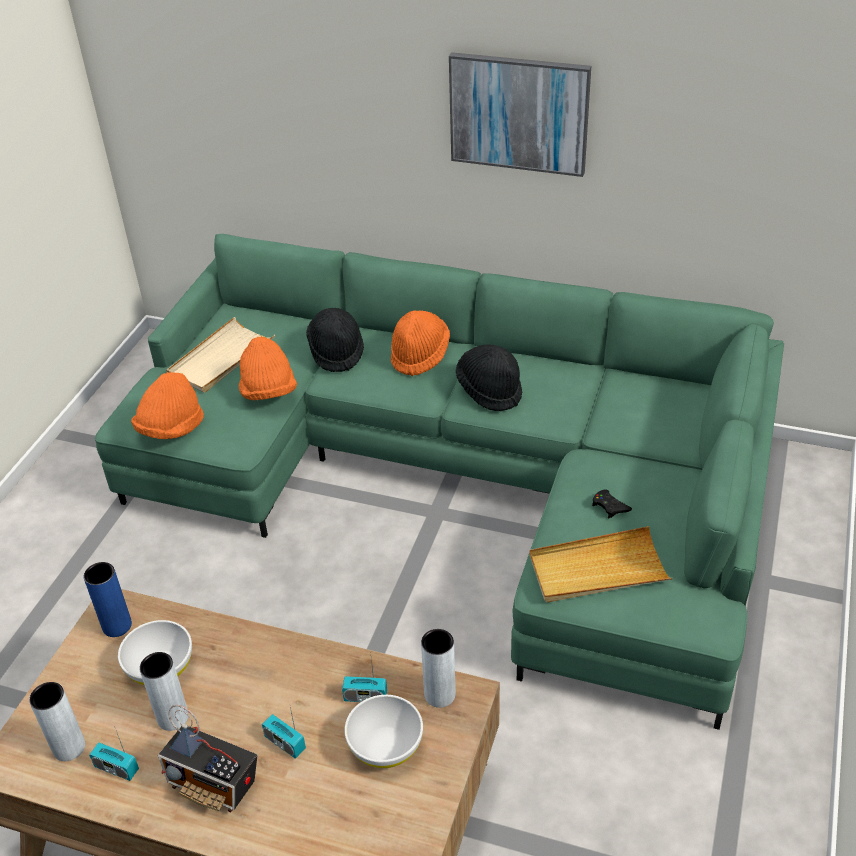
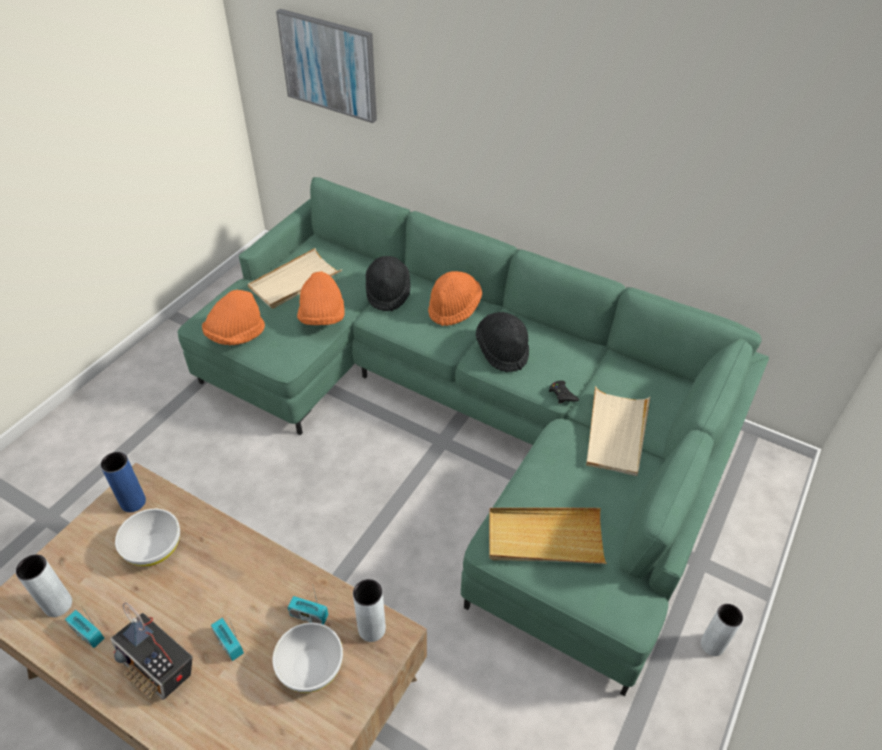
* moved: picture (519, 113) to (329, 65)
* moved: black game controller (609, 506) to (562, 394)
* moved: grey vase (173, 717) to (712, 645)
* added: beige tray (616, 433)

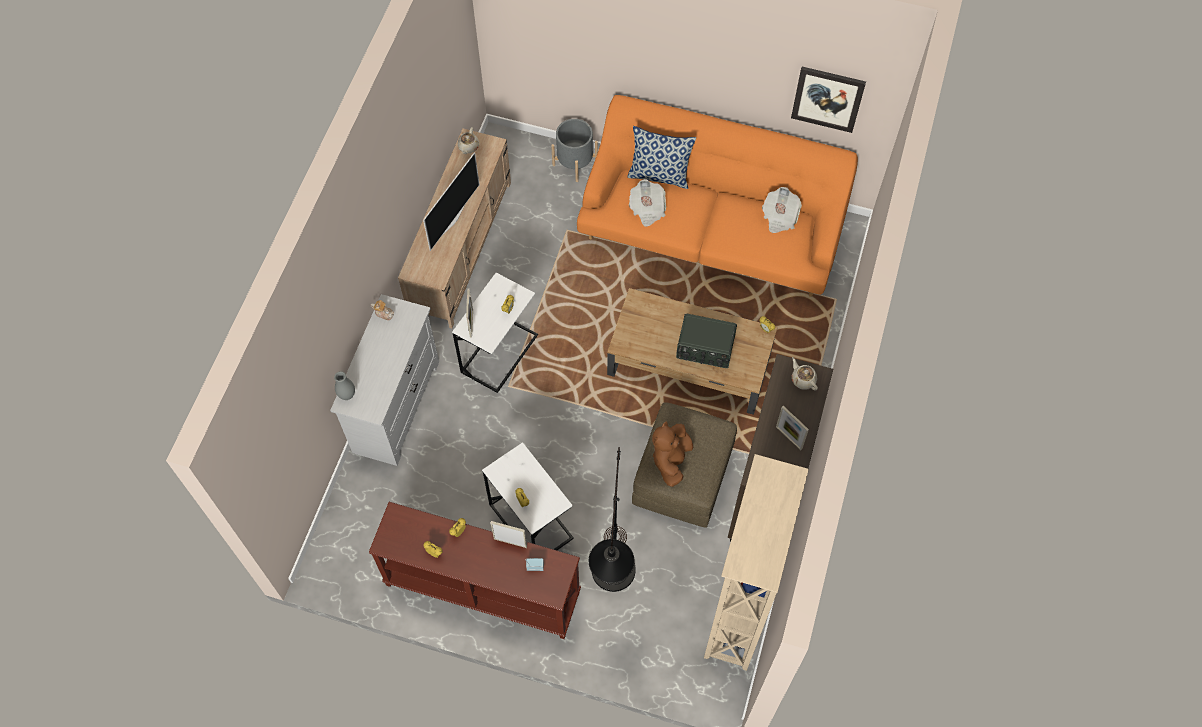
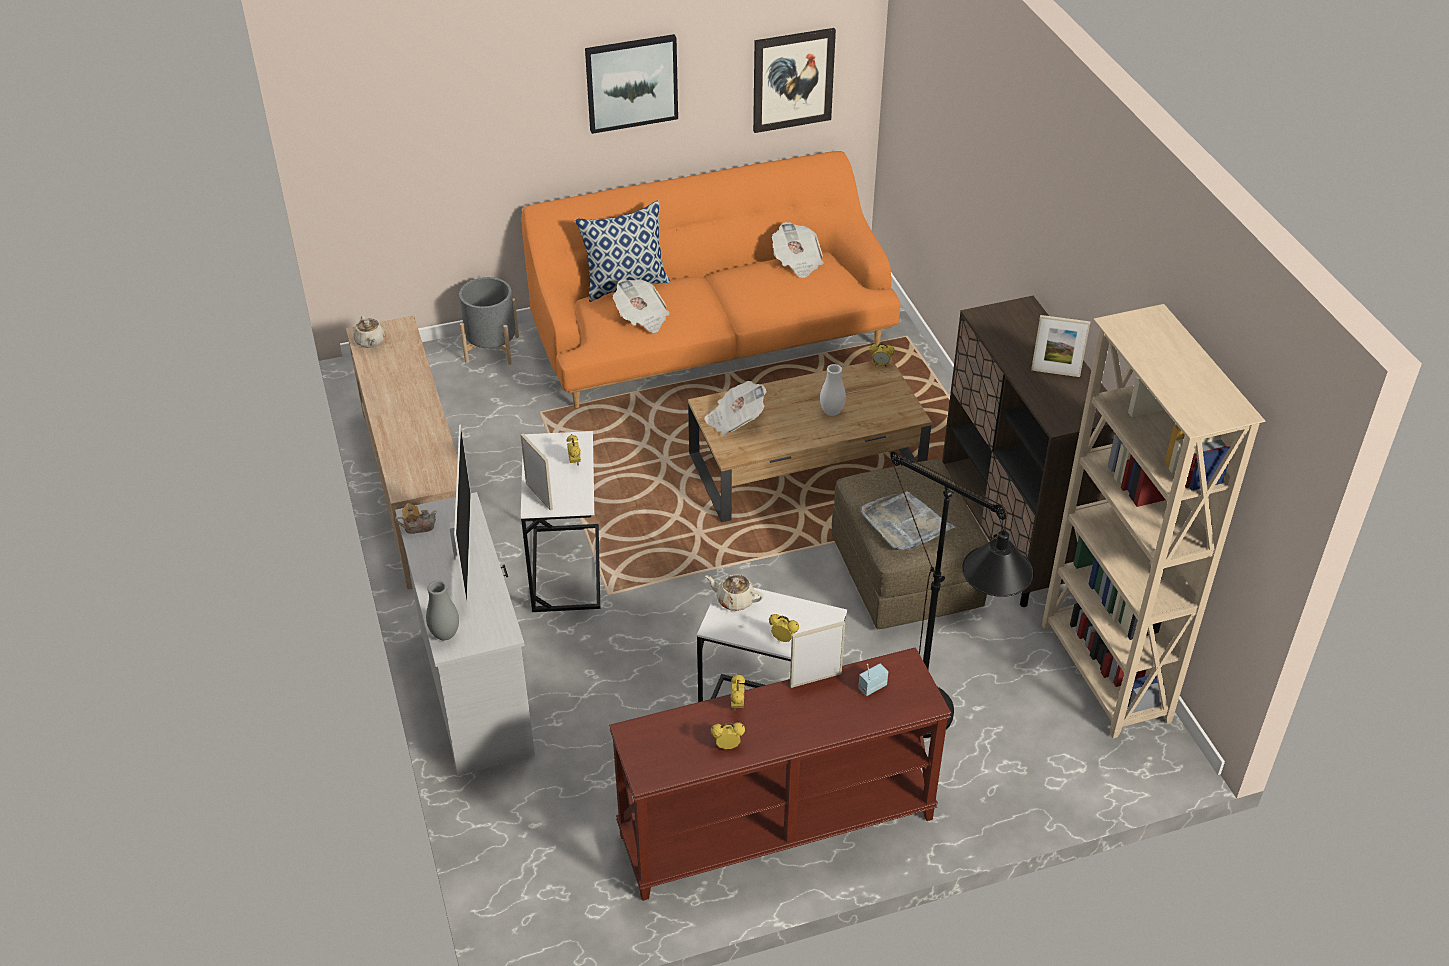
* moved: television (452, 220) to (462, 557)
* replaced: radio (705, 349) to white vase (832, 412)
* moved: beige teapot (803, 379) to (734, 600)
* replaced: brown plush toy (671, 460) to grey tray (905, 524)
* added: picture (631, 82)
* added: newspaper (735, 420)

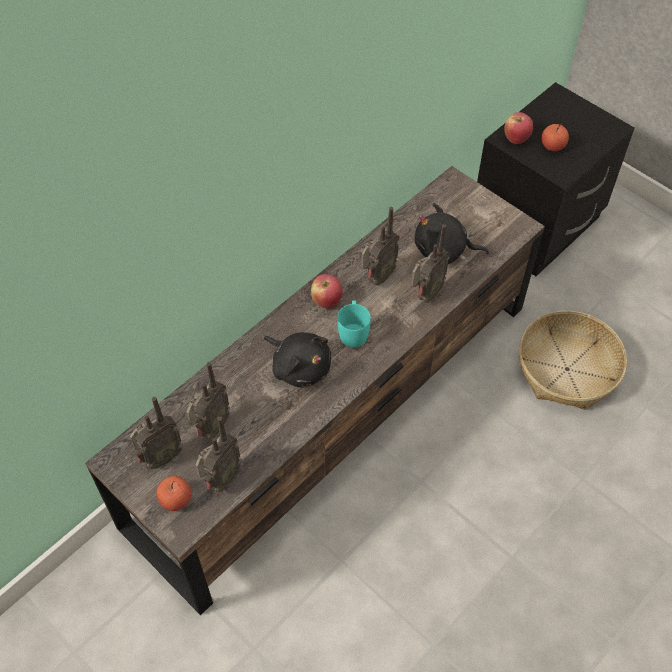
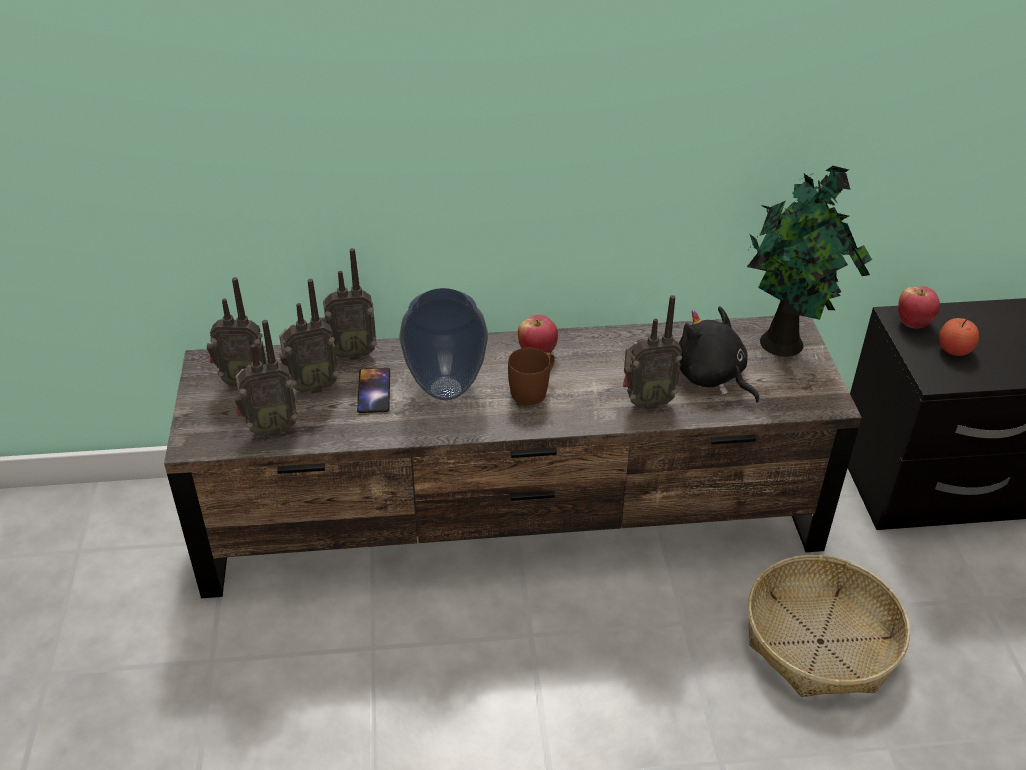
* moved: radio (377, 277) to (351, 353)
* recoloured: turquoise mug (353, 331) to brown mug (533, 390)
* replaced: black plush toy (299, 367) to vase (447, 388)
* removed: apple (176, 499)
* added: potted plant (785, 344)
* added: phone (374, 391)

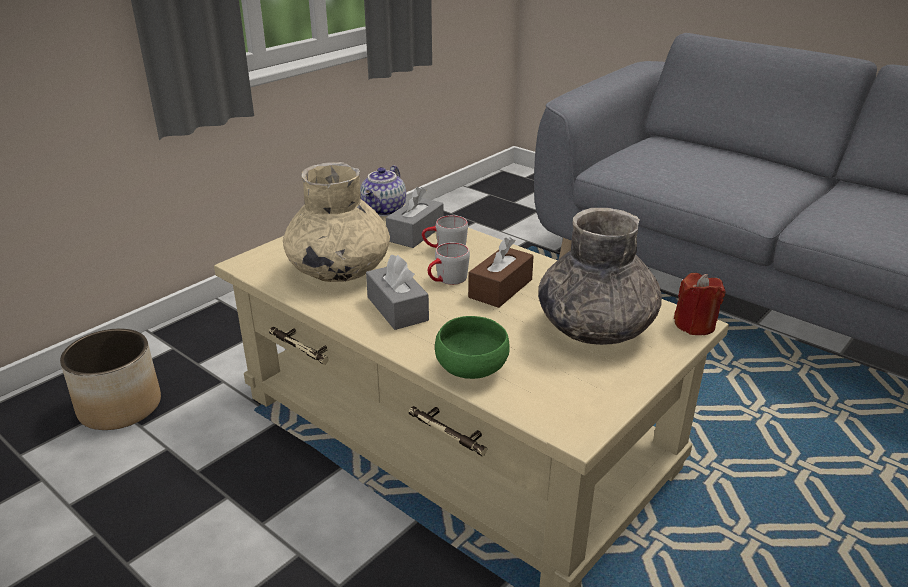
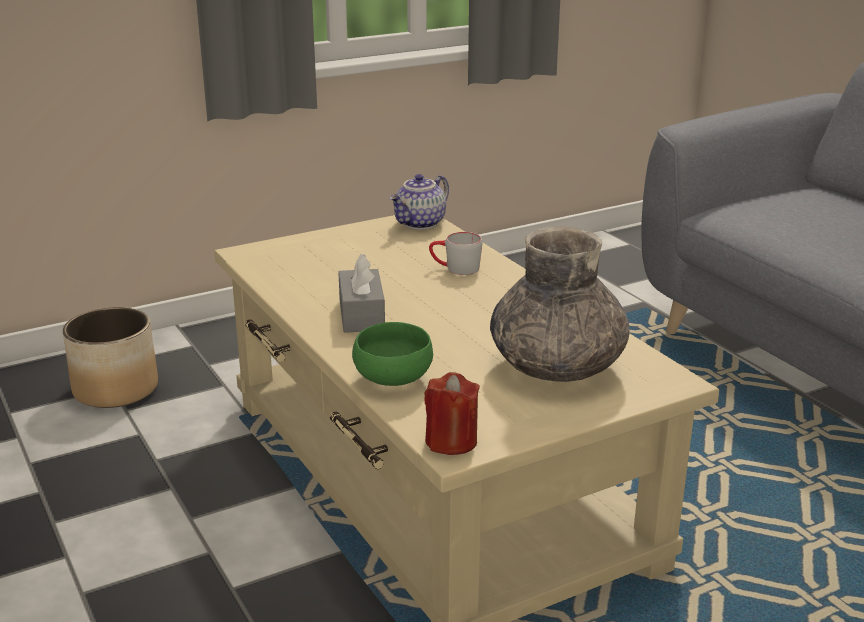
* removed: beige vase (338, 270)
* removed: grey tissue box (415, 233)
* removed: brown tissue box (500, 288)
* removed: grey mug (447, 280)
* moved: red candle (694, 325) to (451, 441)

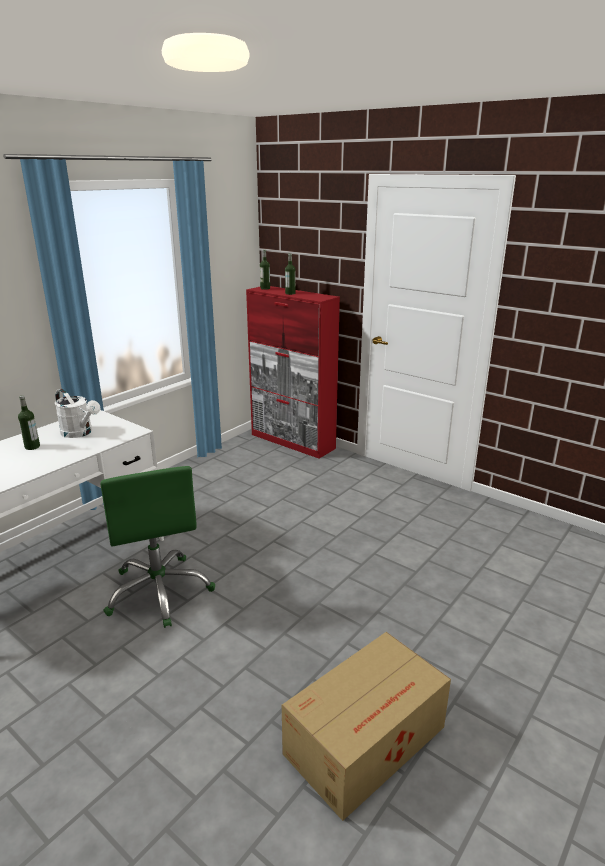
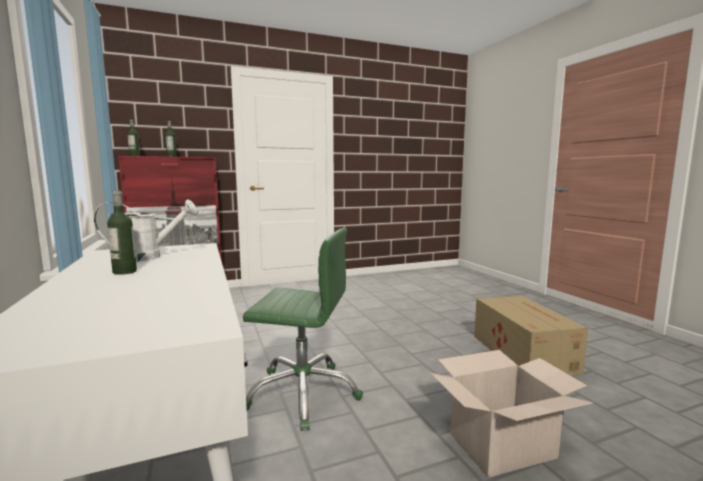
* added: cardboard box (502, 446)

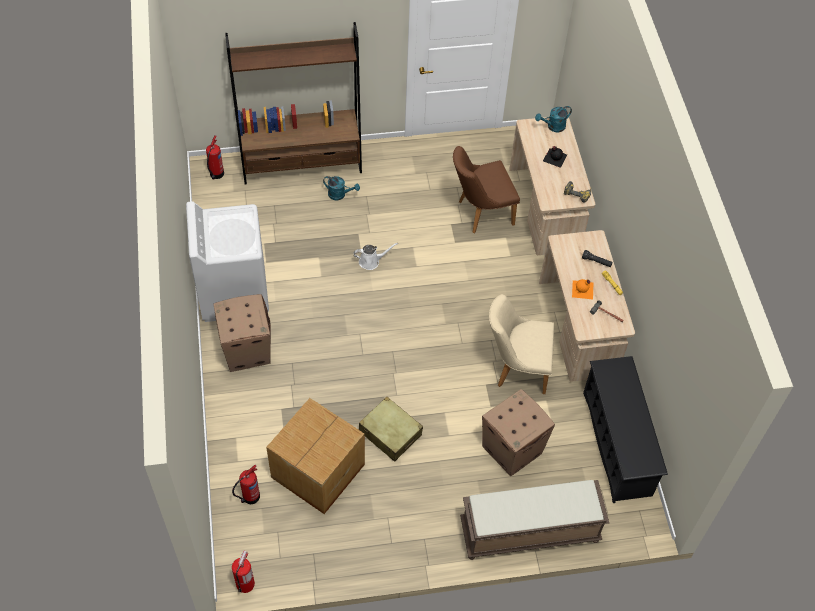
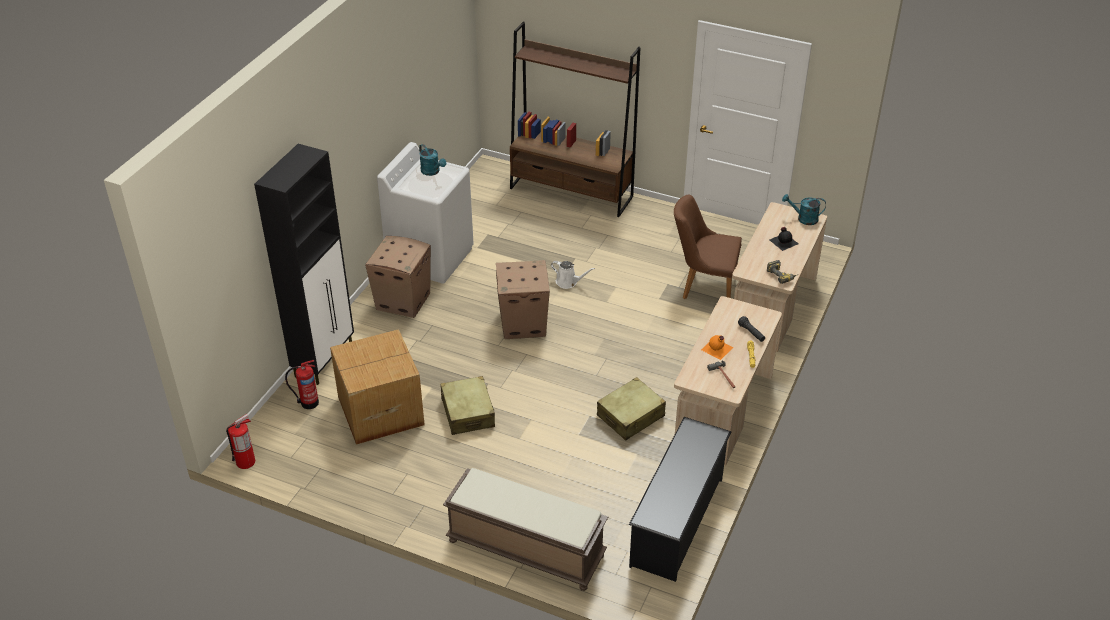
* removed: fire extinguisher (216, 174)
* moved: turquoise watering can (340, 194) to (432, 172)
* replaced: beige chair (516, 368) to beige suitcase (631, 416)
* moved: cardboard box (512, 449) to (524, 324)
* added: black cabinet (324, 359)

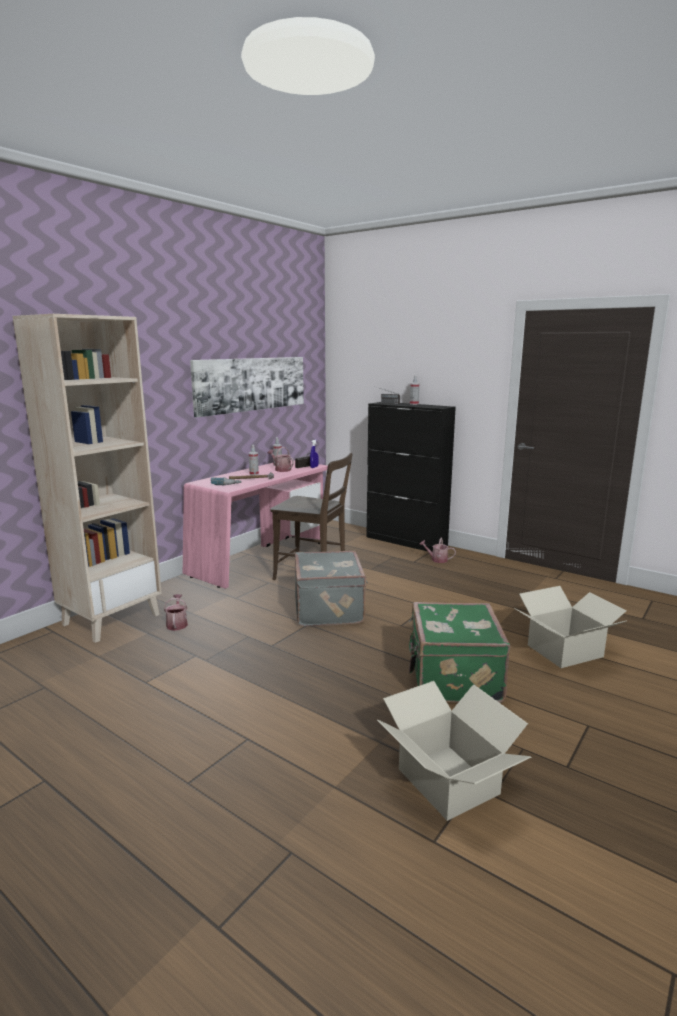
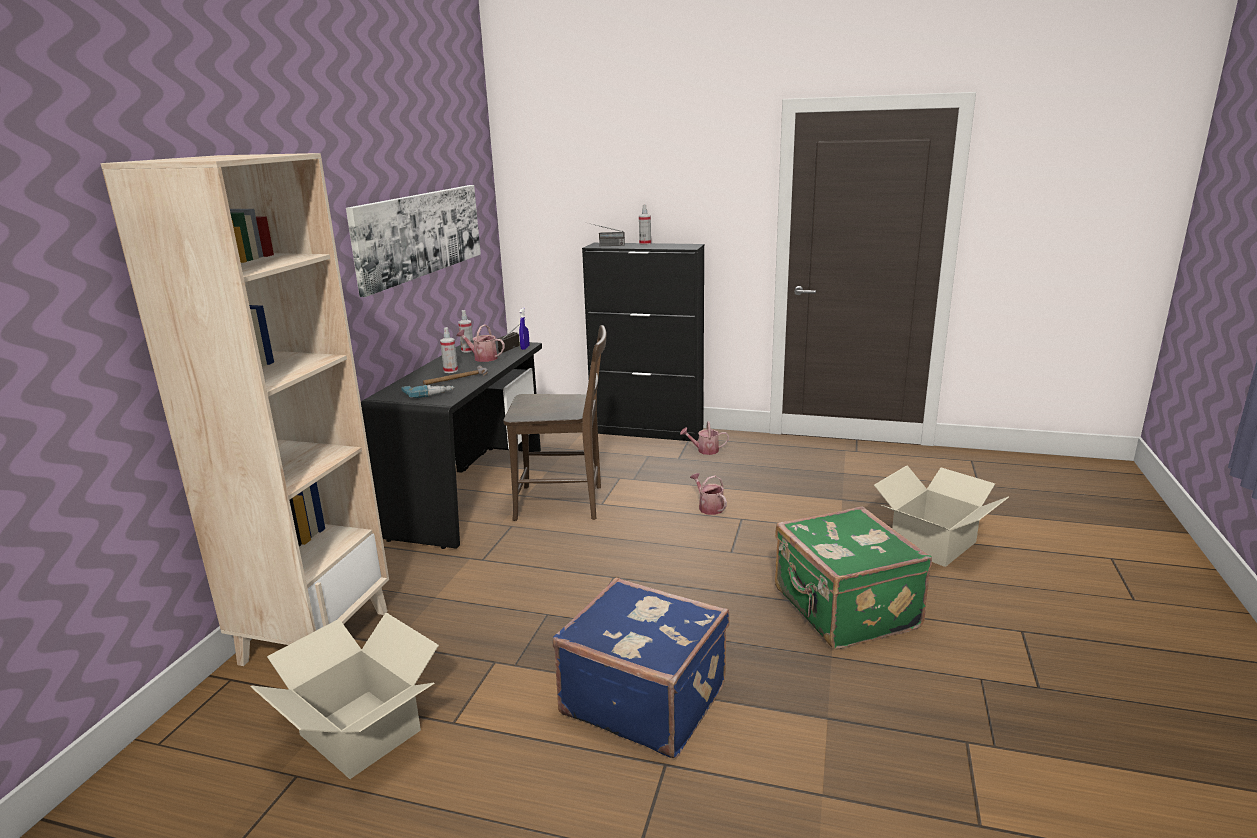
* recoloured: pink desk (261, 558) to black desk (470, 491)
* removed: grey suitcase (330, 609)
* moved: watering can (177, 624) to (708, 507)
* moved: cardboard box (448, 780) to (361, 731)
* added: blue suitcase (644, 698)

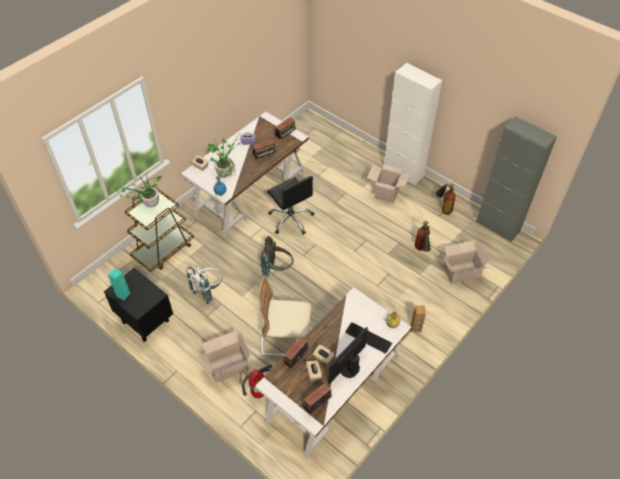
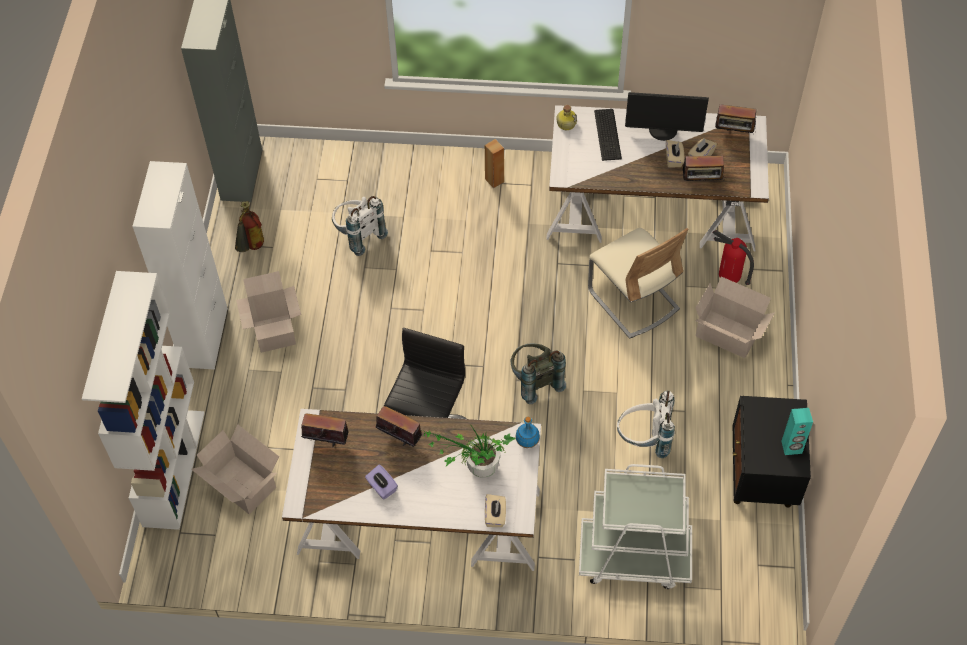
* removed: potted plant (148, 205)
* recoloured: brown cart (164, 250) to white cart (634, 557)
* replaced: fire extinguisher (421, 250) to white backpack (358, 236)
* moved: cardboard box (460, 272) to (243, 486)
* added: white bookcase (173, 467)

